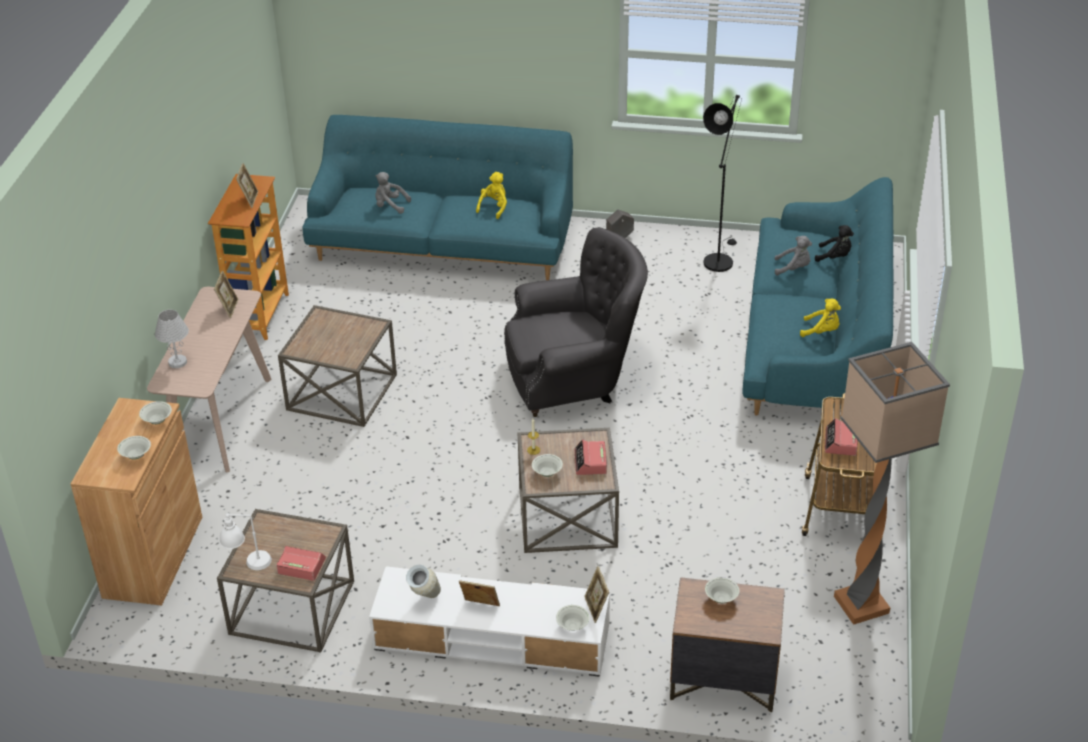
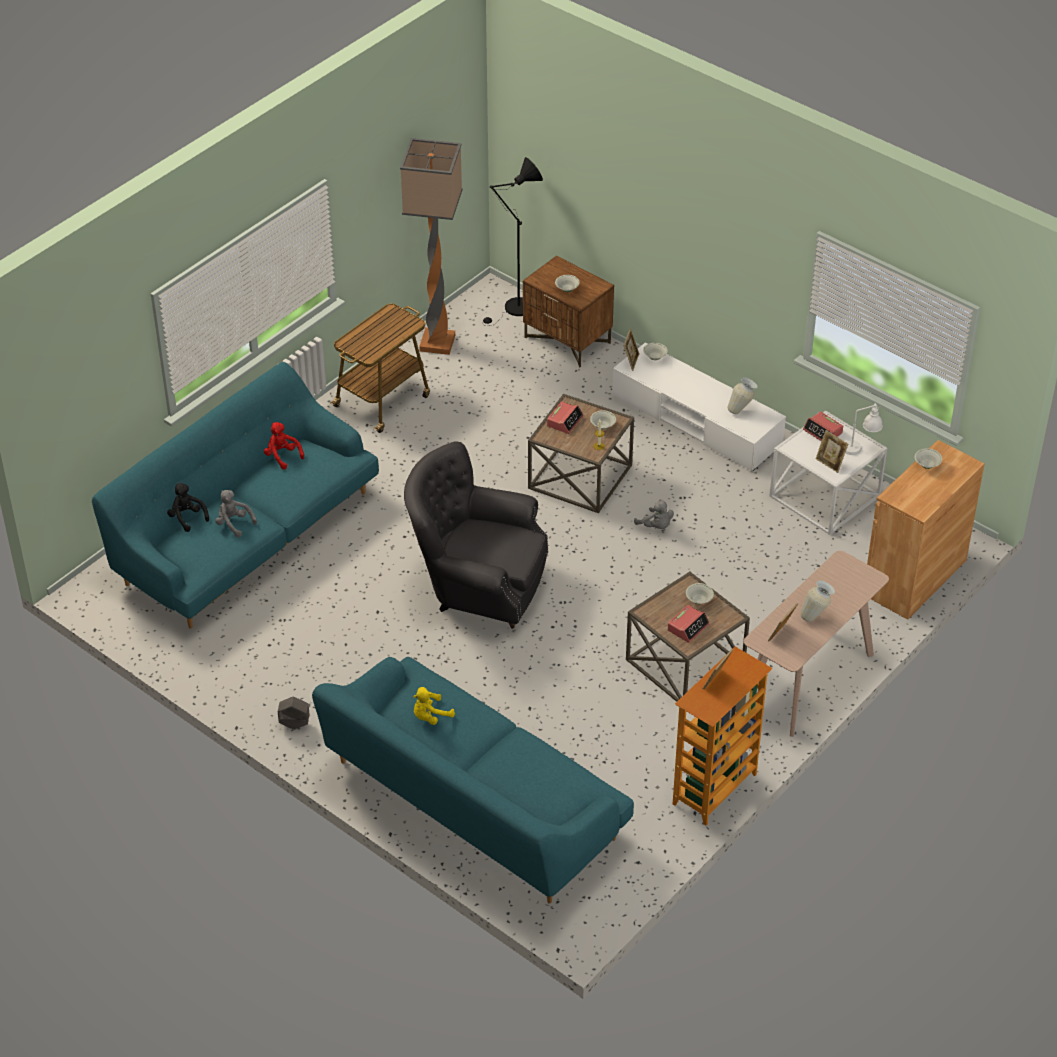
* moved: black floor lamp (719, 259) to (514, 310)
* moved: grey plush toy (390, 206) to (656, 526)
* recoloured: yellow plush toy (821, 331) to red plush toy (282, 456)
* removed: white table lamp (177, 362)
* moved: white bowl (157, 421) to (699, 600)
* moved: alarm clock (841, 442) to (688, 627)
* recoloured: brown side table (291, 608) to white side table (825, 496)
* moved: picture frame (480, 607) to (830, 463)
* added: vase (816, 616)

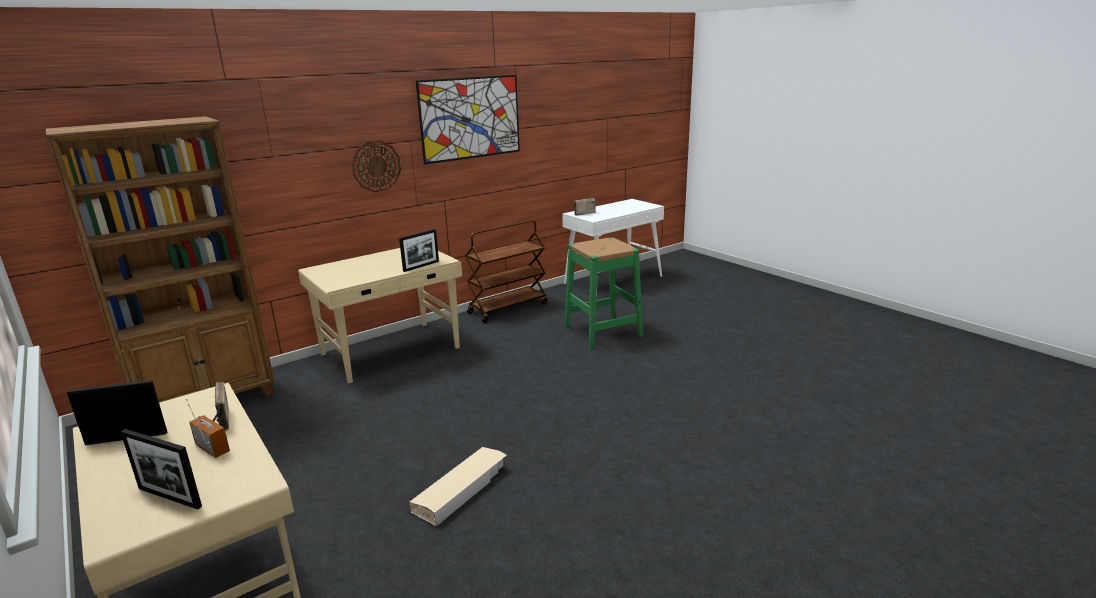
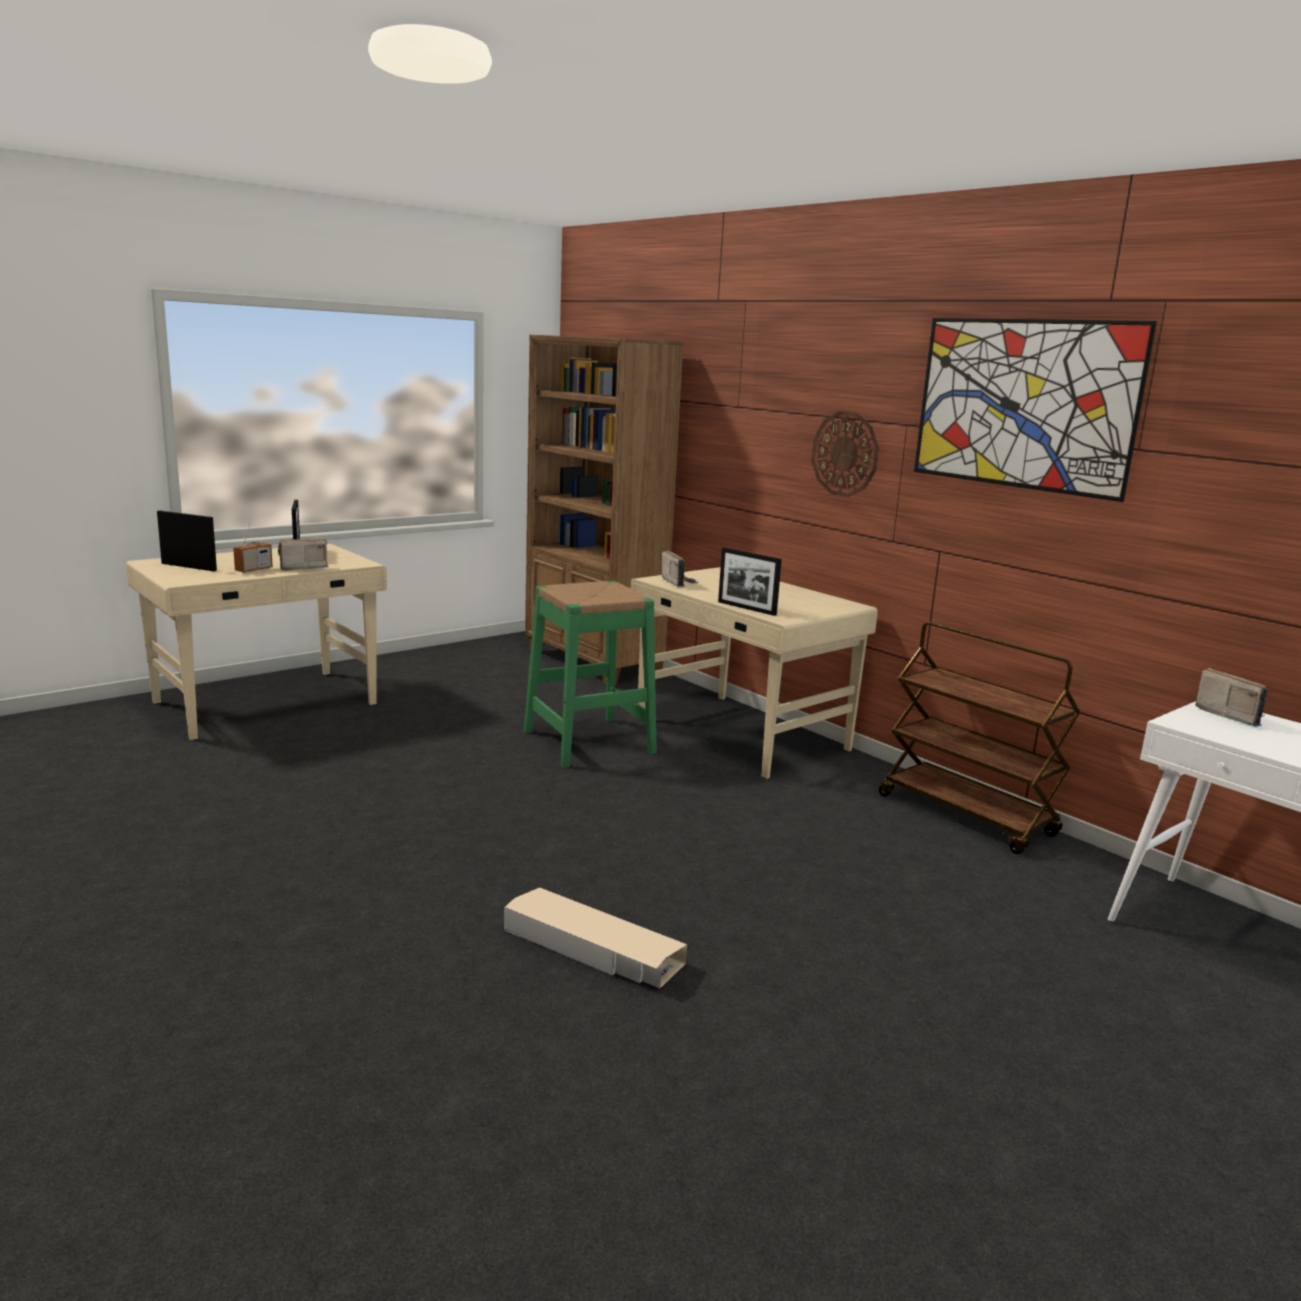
* moved: green stool (602, 331) to (588, 741)
* turned: picture frame (169, 497) = (189, 567) 90 degrees clockwise
* moved: beige storage box (462, 489) to (593, 948)
* added: radio (678, 582)

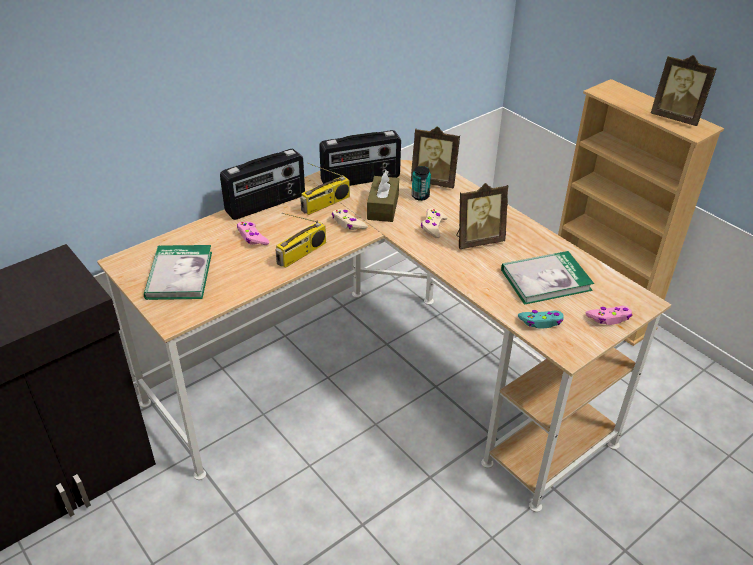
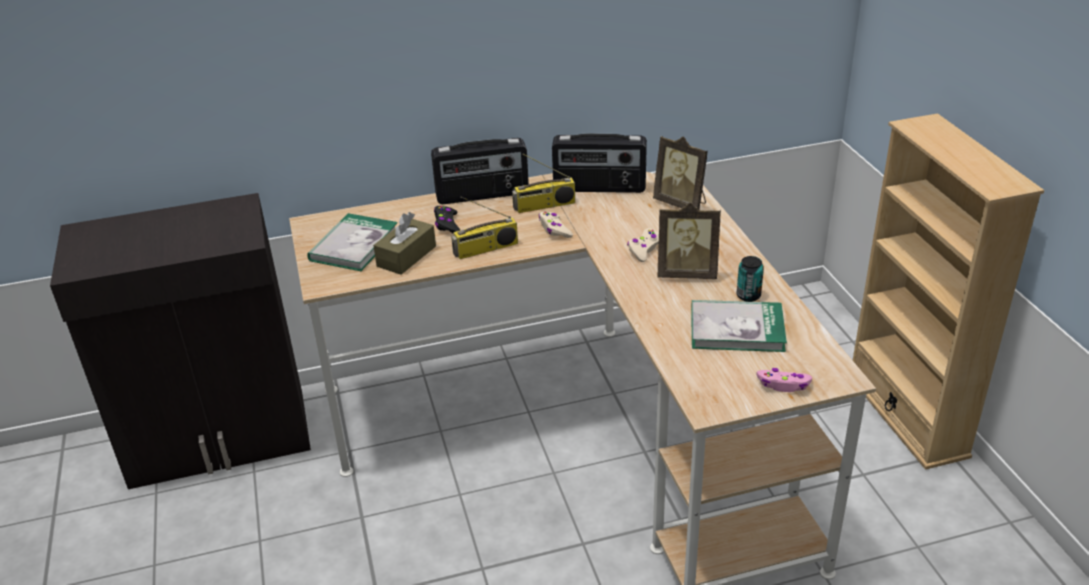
* removed: picture frame (676, 118)
* moved: can (420, 196) to (748, 295)
* moved: brown tissue box (383, 207) to (406, 256)
* recoloured: pink game controller (252, 237) to black game controller (447, 224)
* removed: turquoise game controller (541, 322)

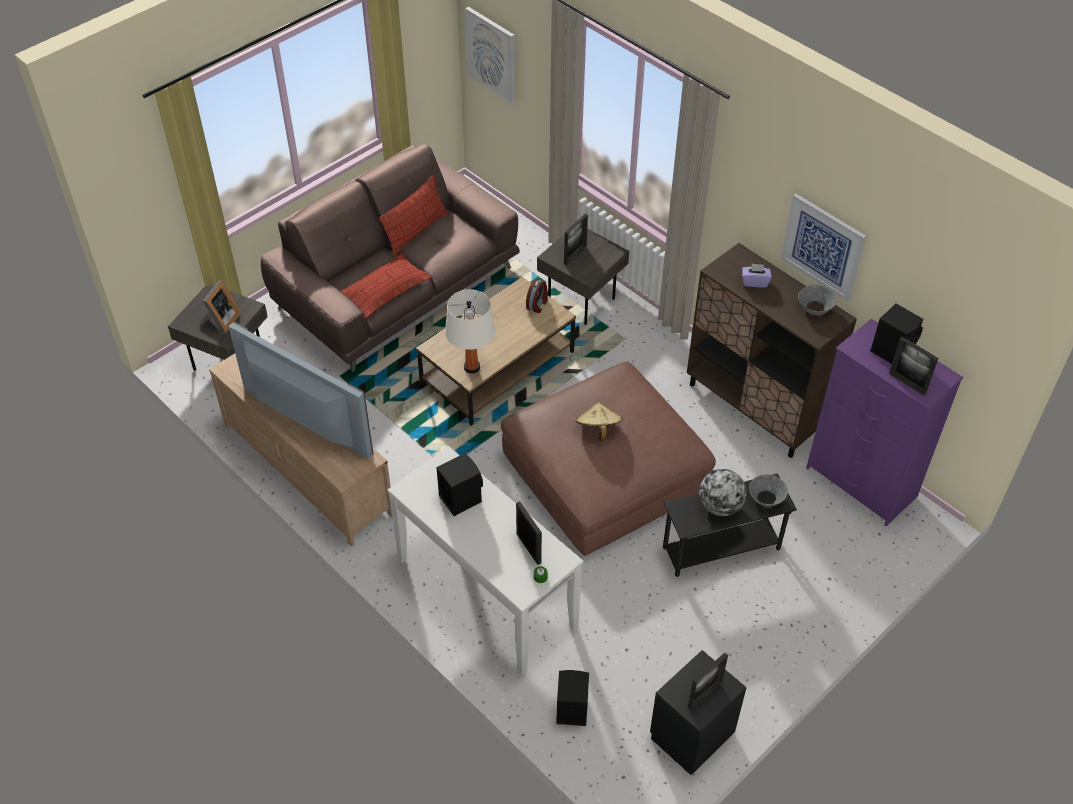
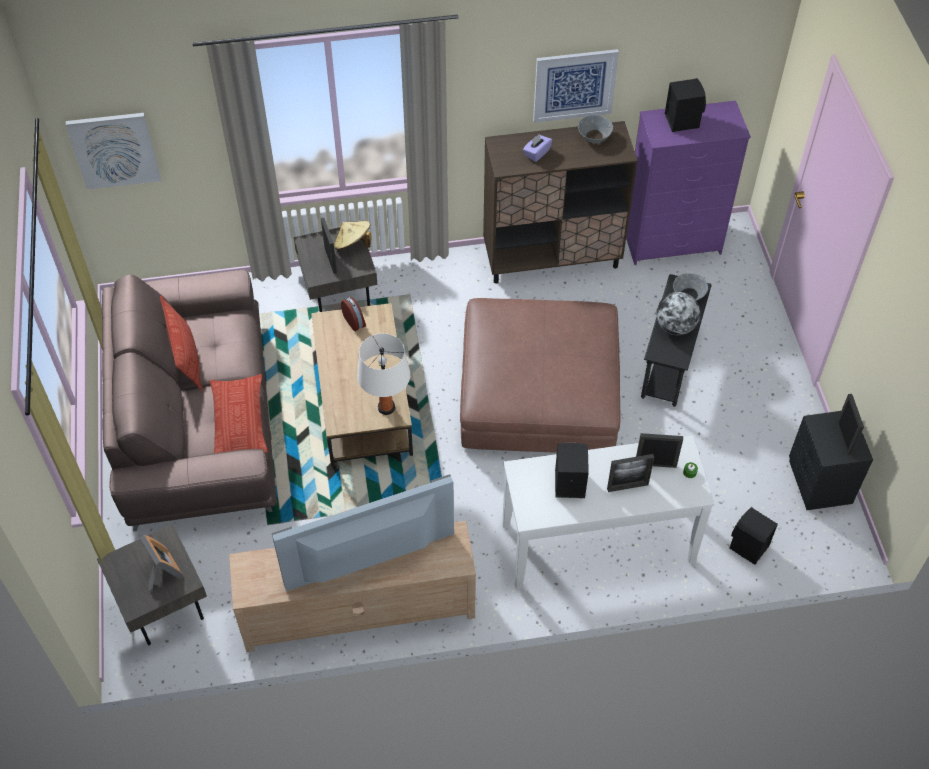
* moved: picture frame (907, 383) to (627, 486)
* moved: beige hat (598, 429) to (353, 244)

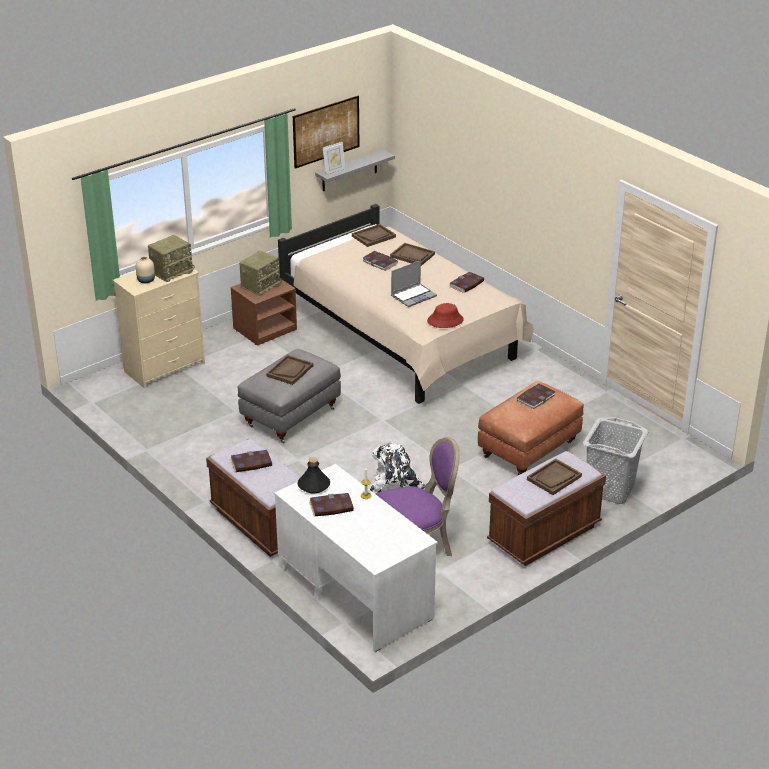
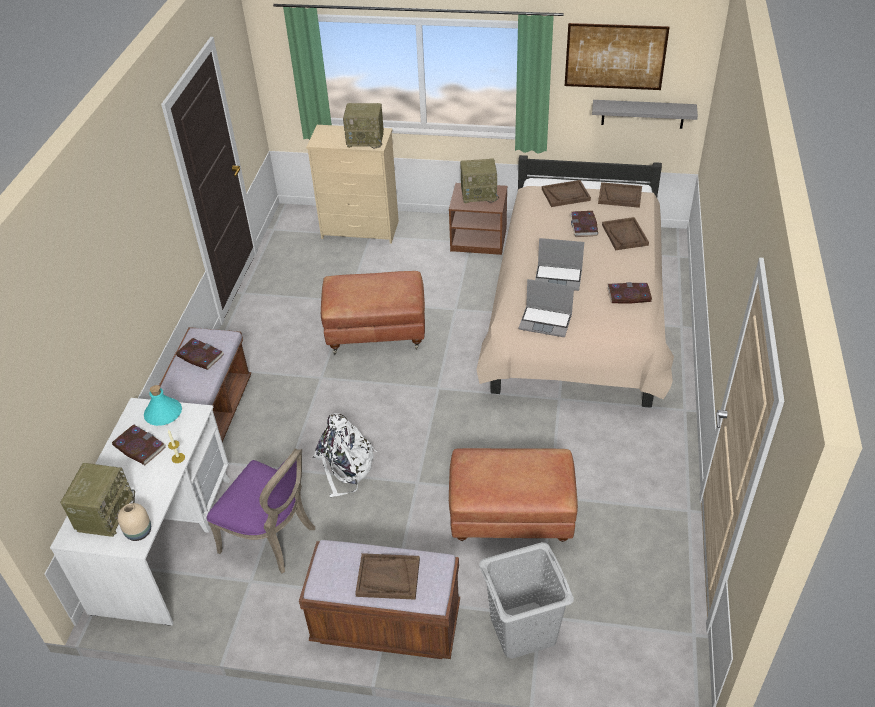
* removed: picture frame (334, 172)
* moved: beige vase (145, 280) to (138, 531)
* replaced: red hat (445, 320) to laptop (546, 322)
* recoloured: grey ottoman (290, 416) to brown ottoman (376, 333)
* moved: brown tray (290, 371) to (565, 195)
* removed: book (535, 398)
* recoloured: black bottle (314, 485) to turquoise bottle (164, 414)
* added: radio (105, 513)

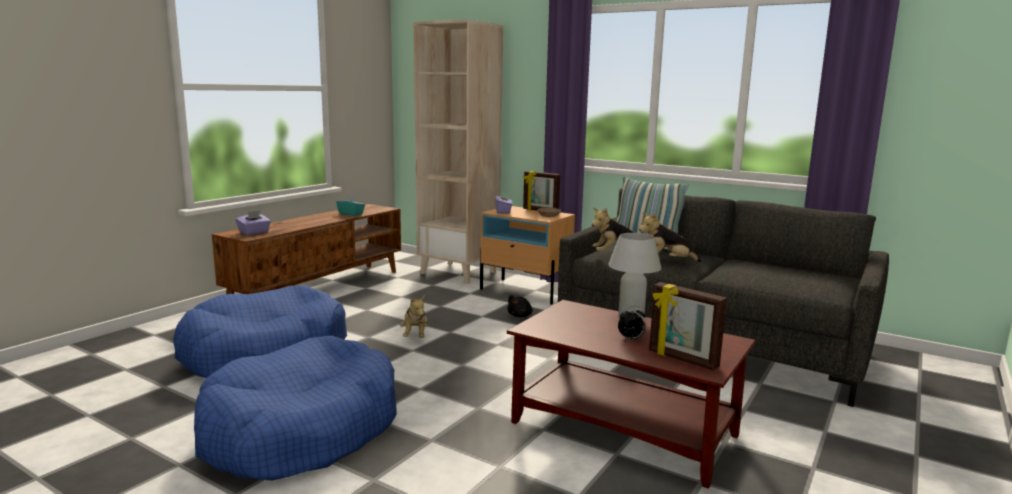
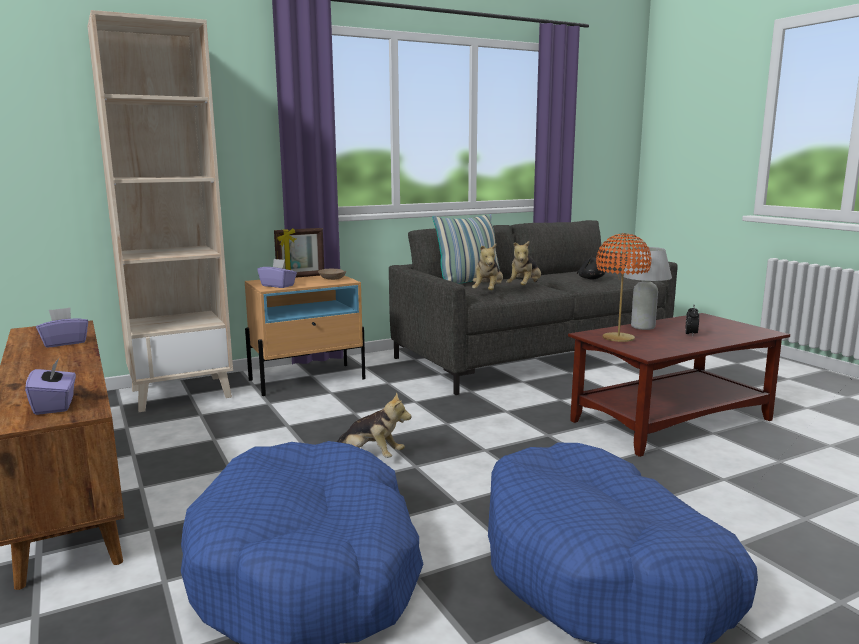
* recoloured: turquoise tissue box (351, 214) to purple tissue box (64, 343)
* removed: picture frame (682, 359)
* moved: black plush toy (520, 315) to (590, 279)
* added: orange table lamp (618, 338)

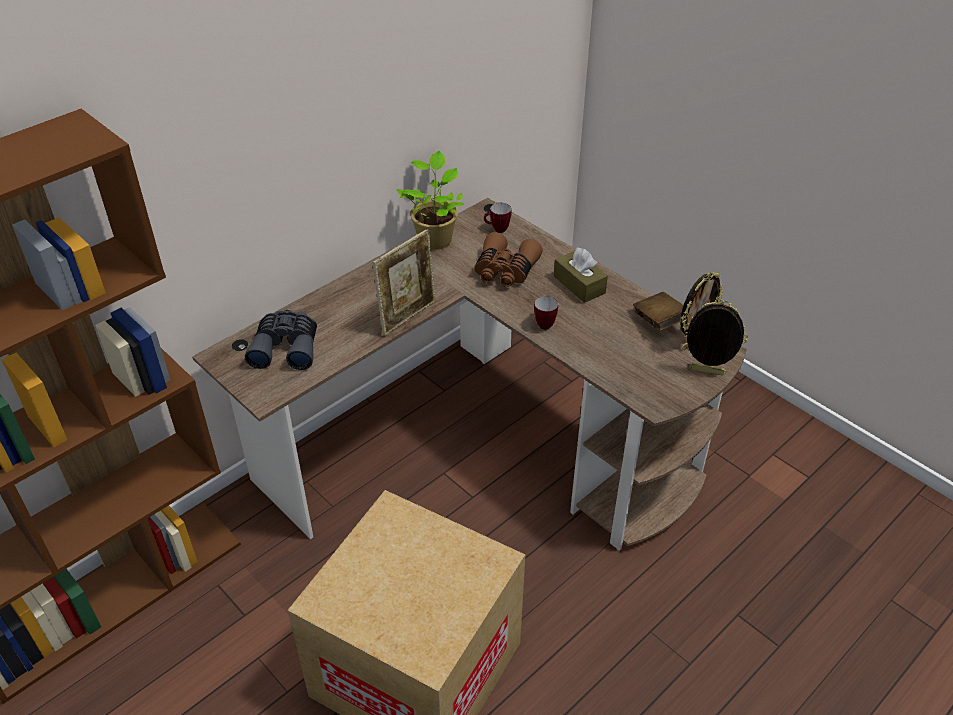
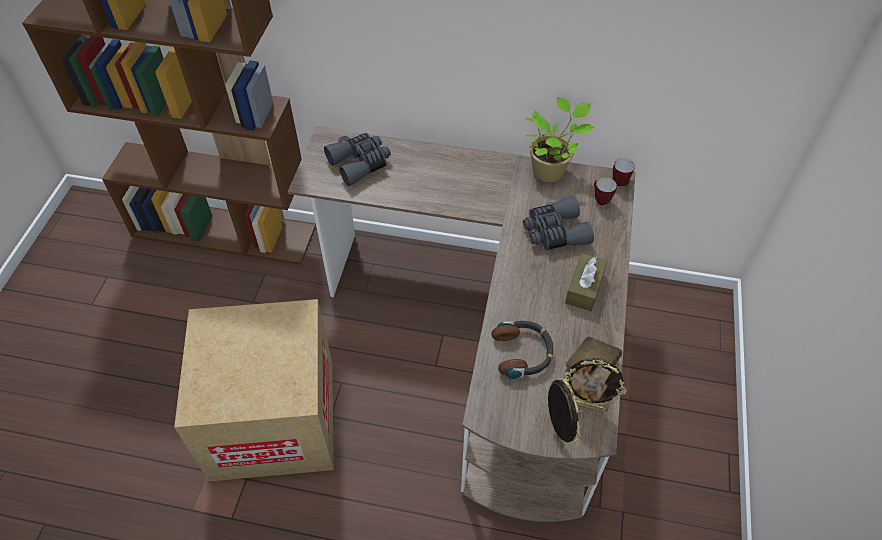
* removed: picture frame (408, 316)
* recoloured: brown binoculars (505, 270) to grey binoculars (554, 232)
* moved: mug (543, 323) to (620, 181)
* added: headphones (523, 352)

